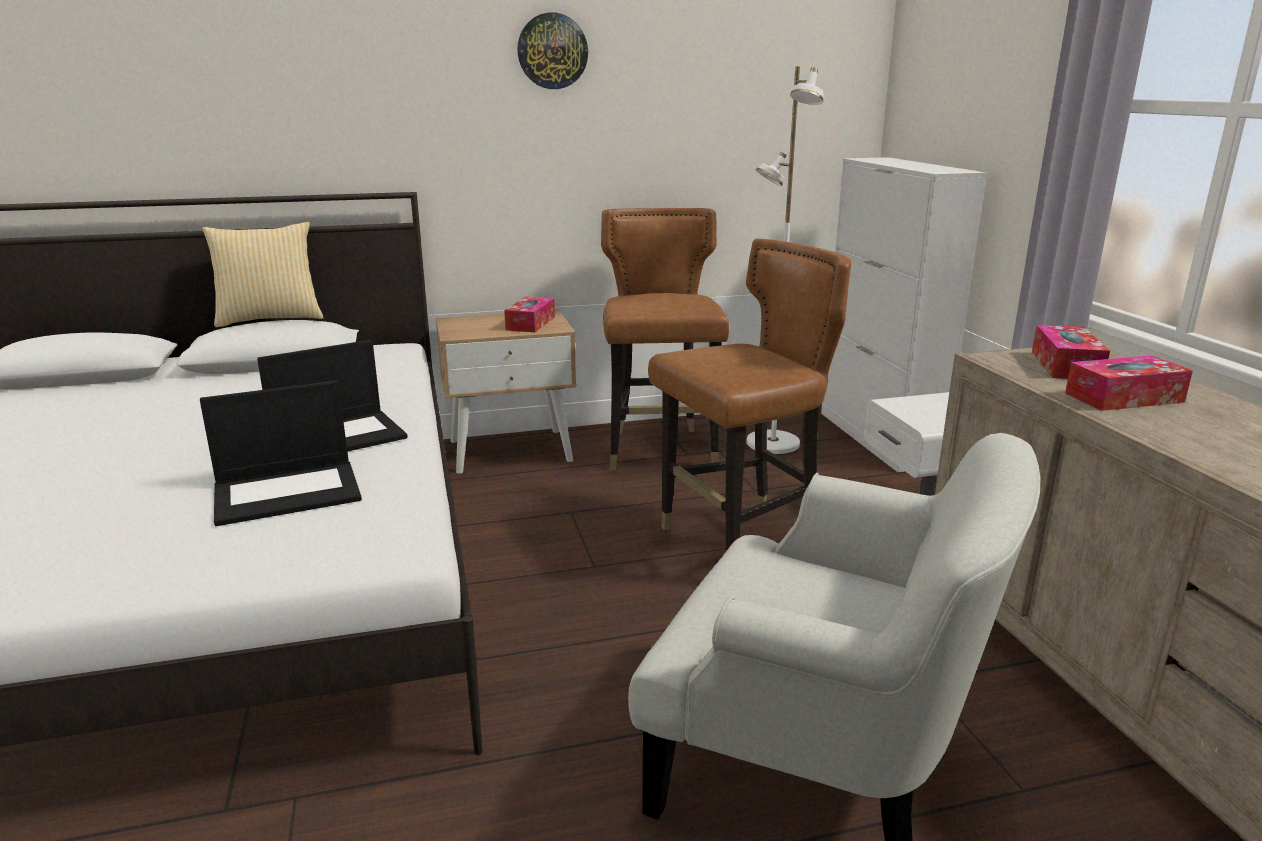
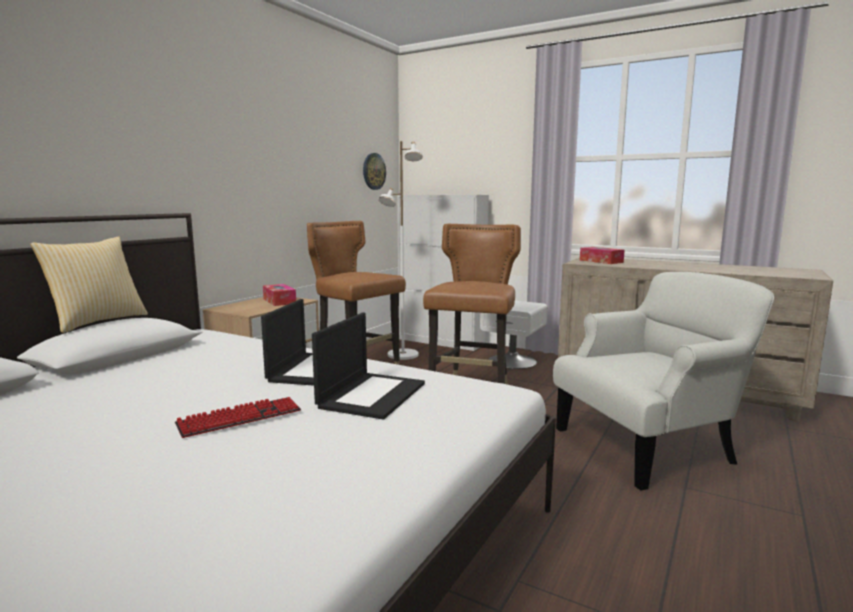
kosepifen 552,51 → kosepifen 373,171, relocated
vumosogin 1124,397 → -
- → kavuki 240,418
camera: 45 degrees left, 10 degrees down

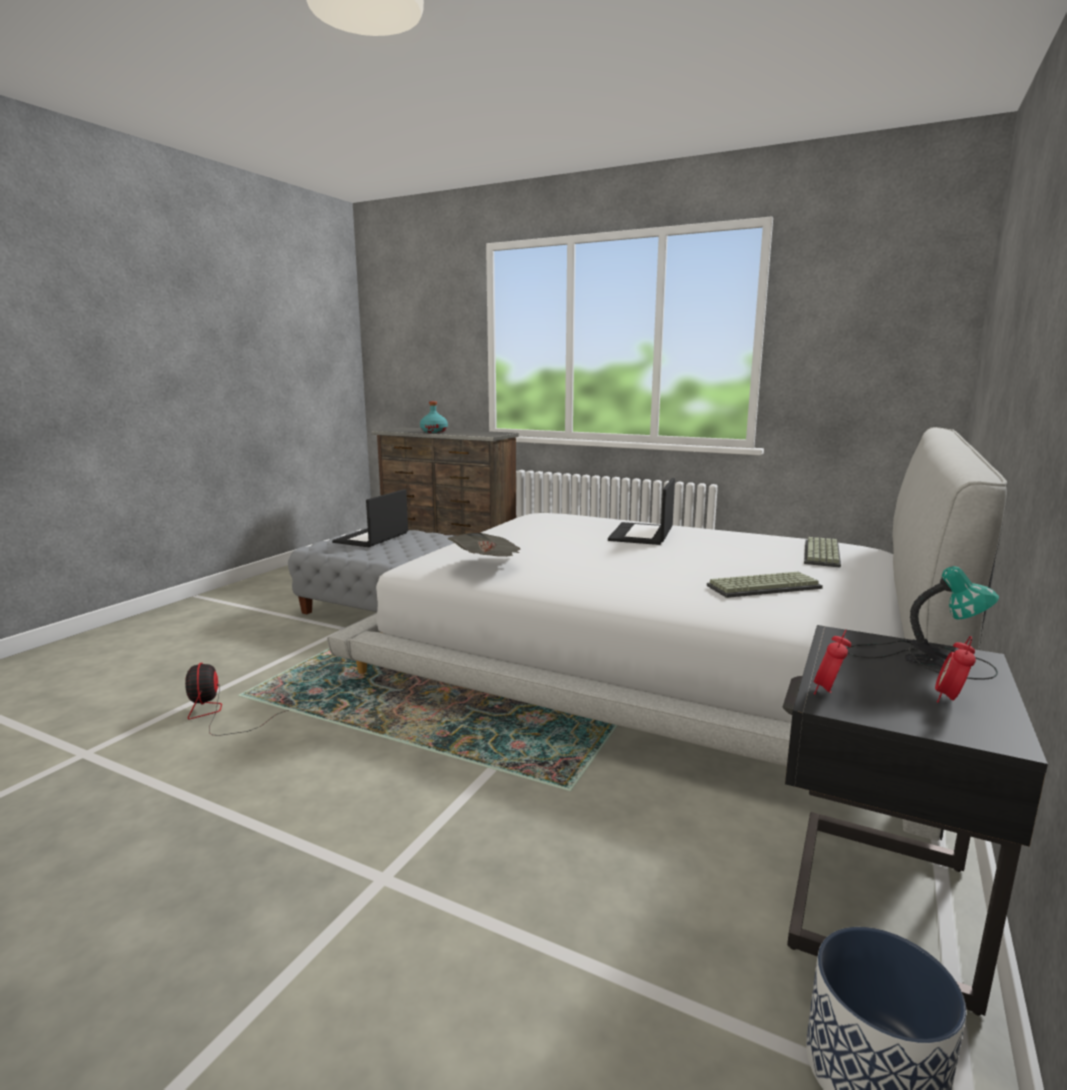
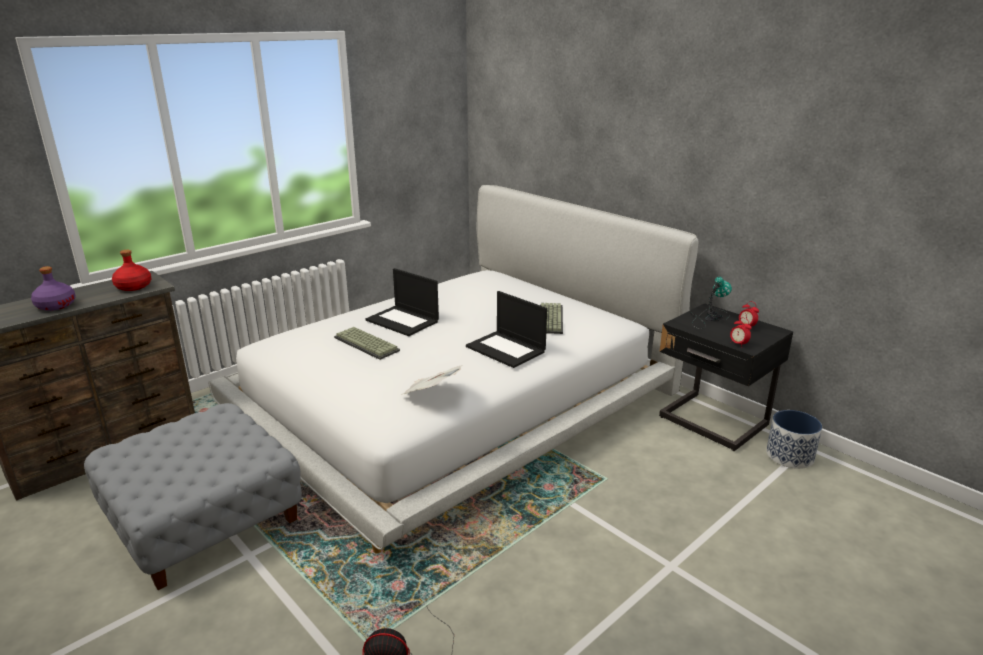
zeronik 371,538 → zeronik 506,349, relocated
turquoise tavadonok 434,431 → purple tavadonok 55,305
kavuki 823,554 → kavuki 368,344, relocated
- → red tavadonok 133,286
camera: 70 degrees left, 10 degrees up

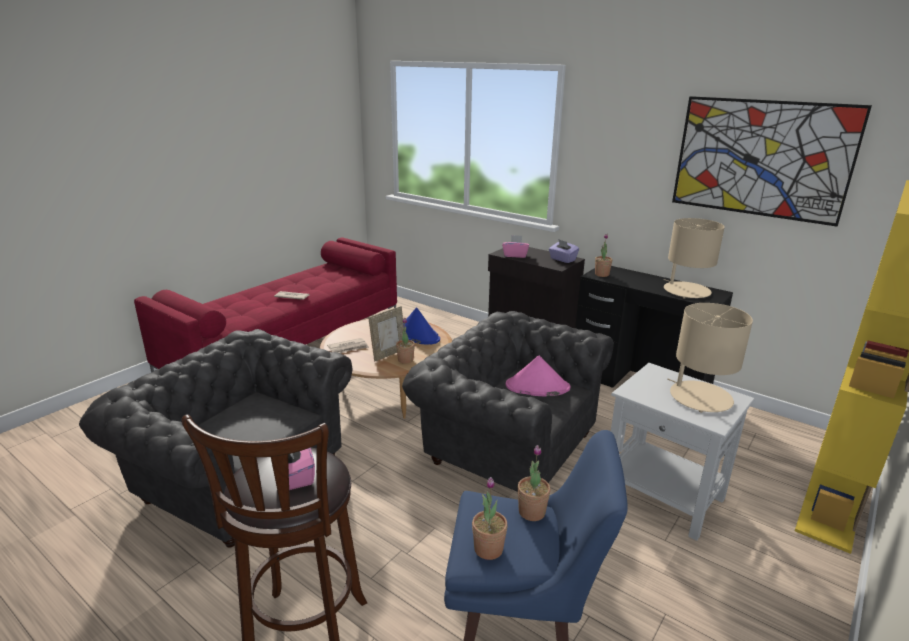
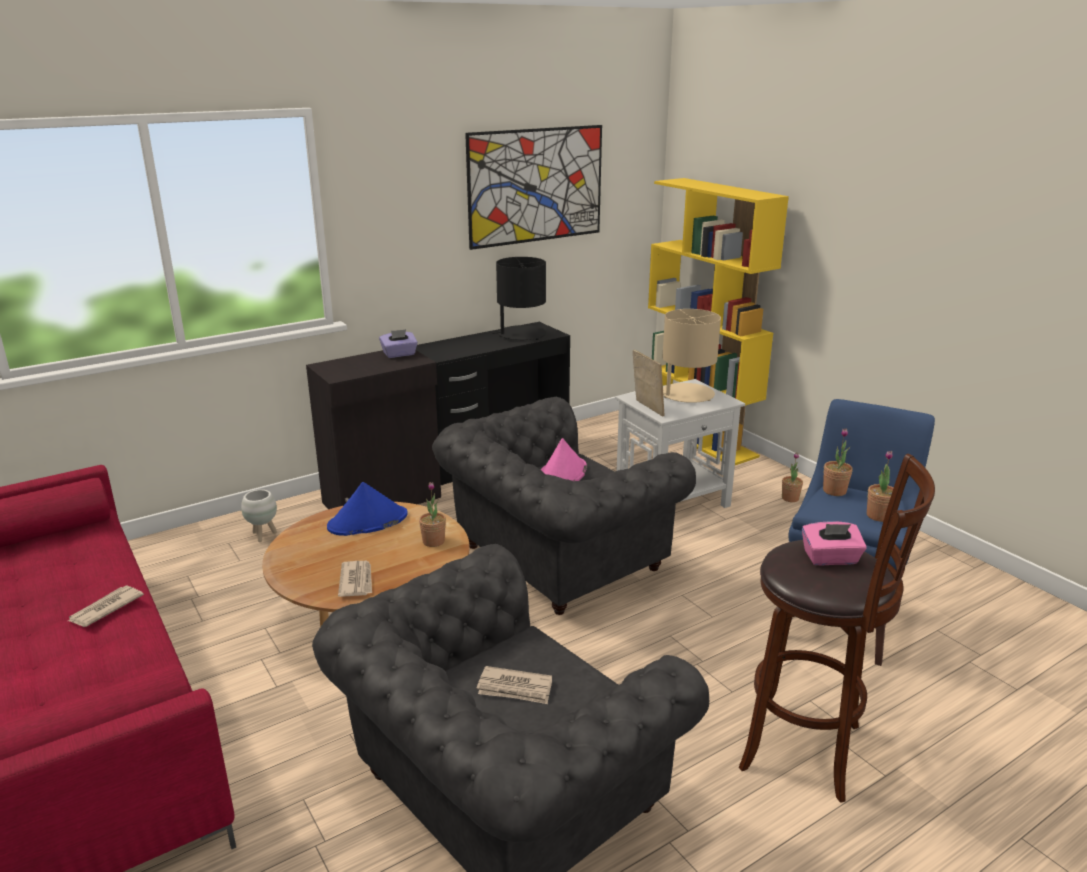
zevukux 388,354 → zevukux 647,408, relocated
pink vumosogin 515,255 → -
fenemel 601,274 → fenemel 790,498, relocated
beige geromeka 686,291 → black geromeka 521,334
- → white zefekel 263,535
- → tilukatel 515,688
camera: 70 degrees left, 0 degrees up

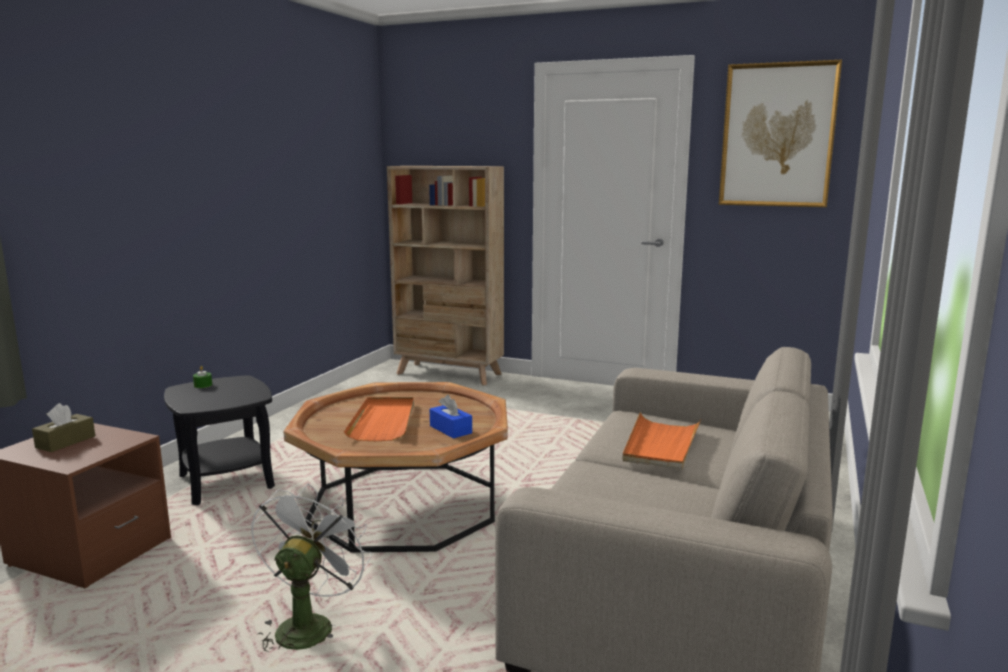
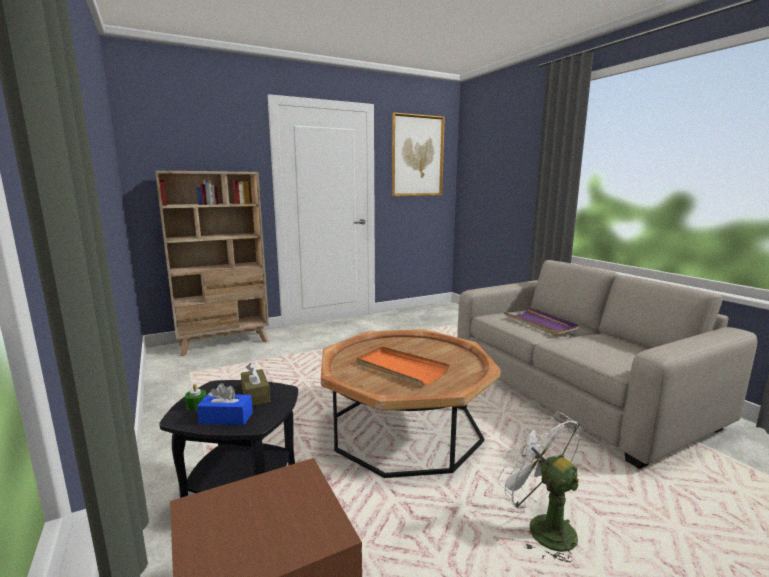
brown vumosogin 65,442 → brown vumosogin 255,395, relocated
blue vumosogin 450,429 → blue vumosogin 226,418, relocated
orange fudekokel 661,445 → purple fudekokel 540,324
camera: 50 degrees left, 0 degrees up

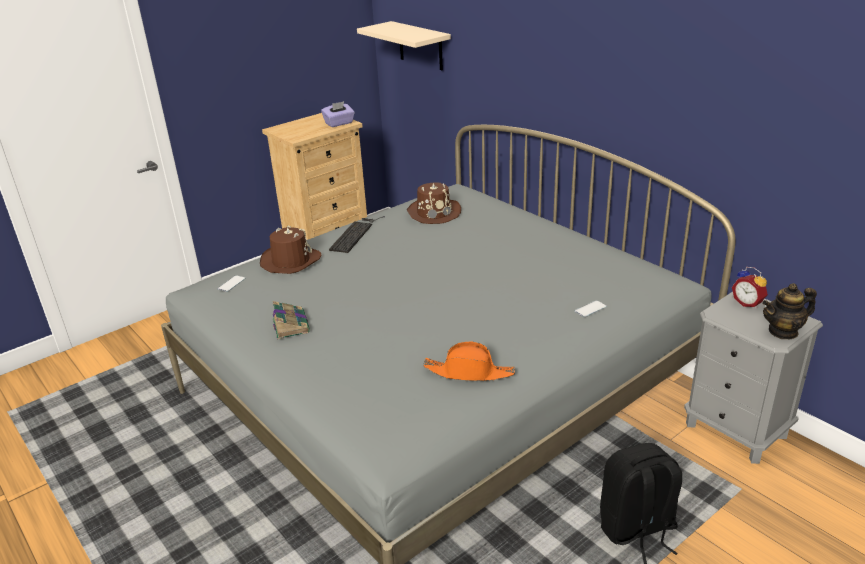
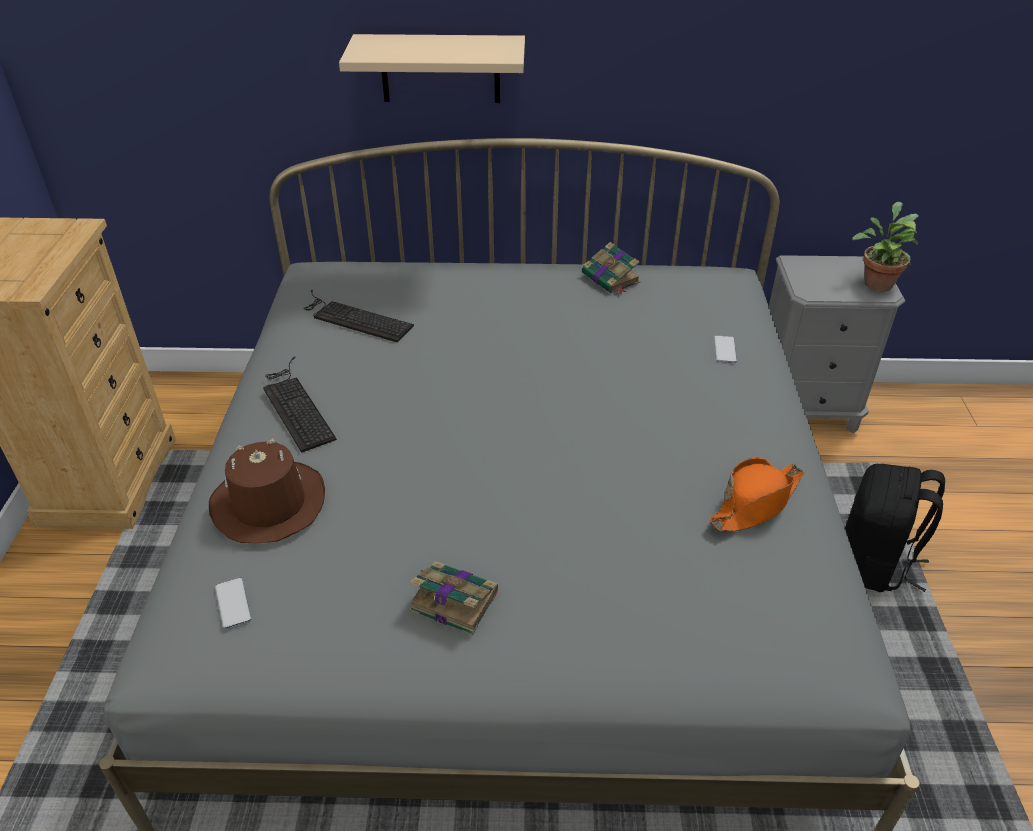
purple vumosogin 339,123 → -
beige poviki 420,46 → beige poviki 440,69, relocated
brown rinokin 434,212 → kavuki 353,318
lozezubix 748,303 → -
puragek 783,331 → fenemel 876,282
- → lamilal 611,279
camera: 50 degrees left, 10 degrees up

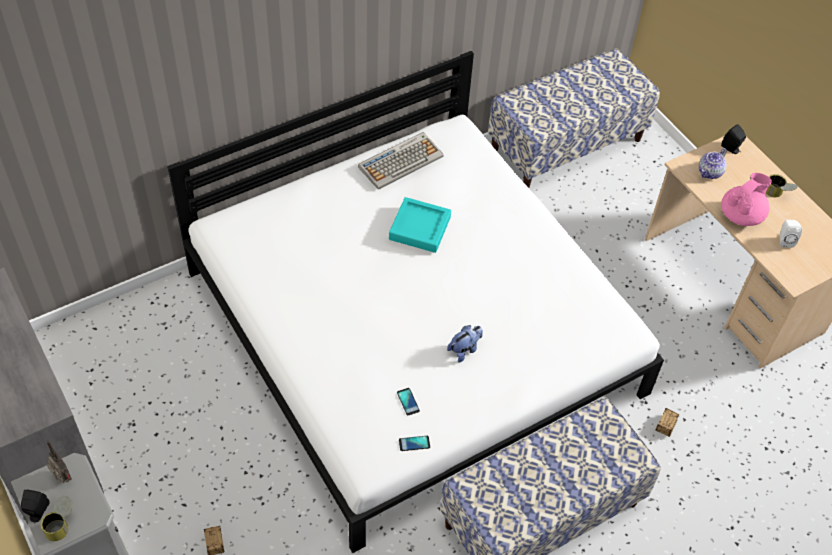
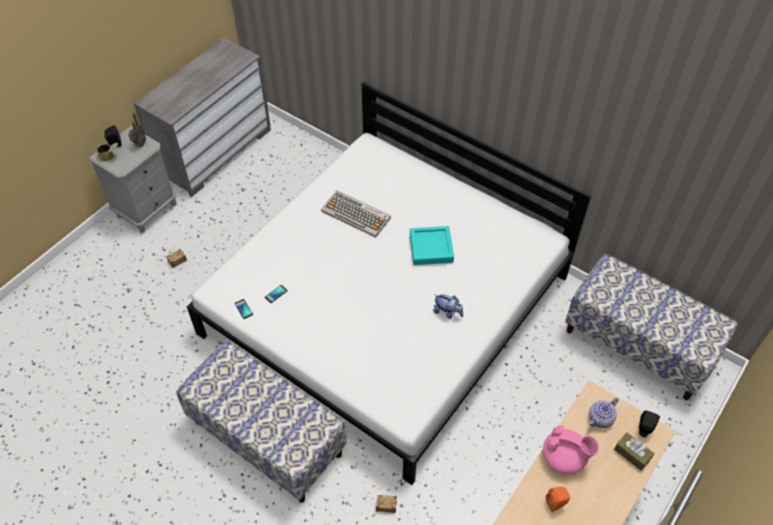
kavuki 401,161 → kavuki 356,214, relocated
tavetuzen 464,349 → tavetuzen 447,312, relocated
puragek 710,172 → puragek 600,419, 60 degrees counterclockwise
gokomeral 777,194 → -
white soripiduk 785,240 → orange soripiduk 556,503
- → brown vumosogin 632,454
camera: 70 degrees right, 0 degrees up

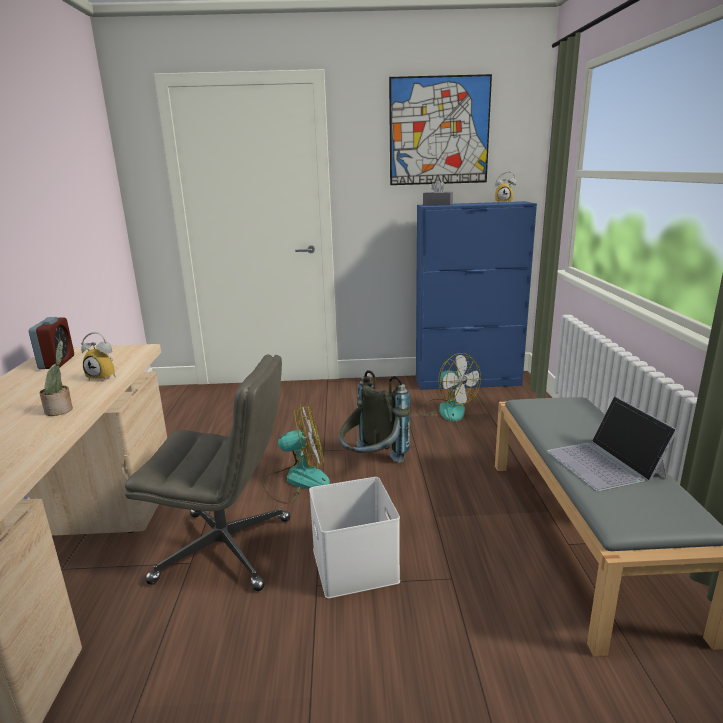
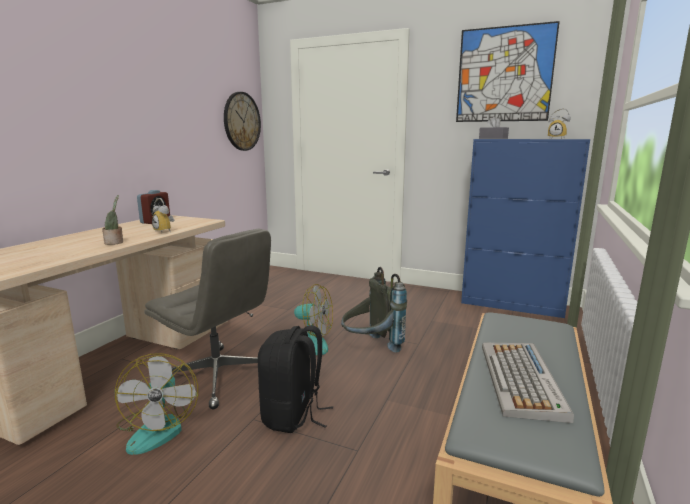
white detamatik 356,565 → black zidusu 293,415
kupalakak 445,409 → kupalakak 158,427, relocated
zeronik 606,463 → kavuki 521,380
- → kosepifen 241,121
camera: 25 degrees right, 5 degrees down

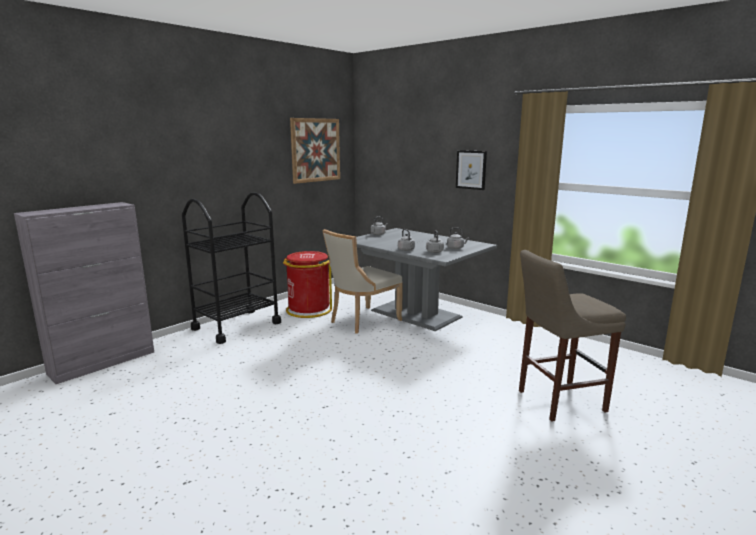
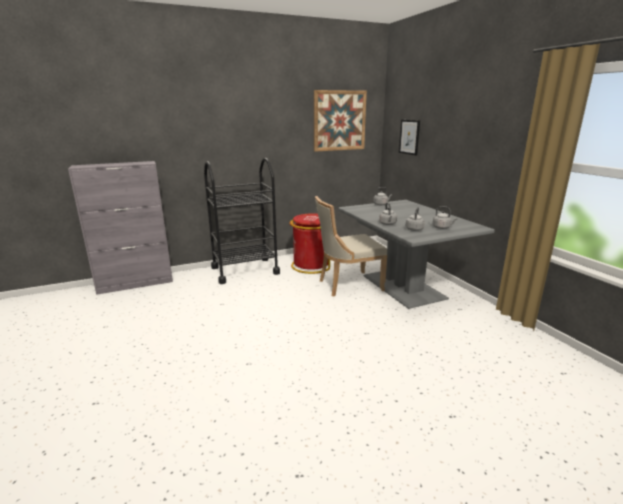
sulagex 471,169 → sulagex 409,137, relocated
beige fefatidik 557,401 → -
camera: 25 degrees right, 5 degrees up

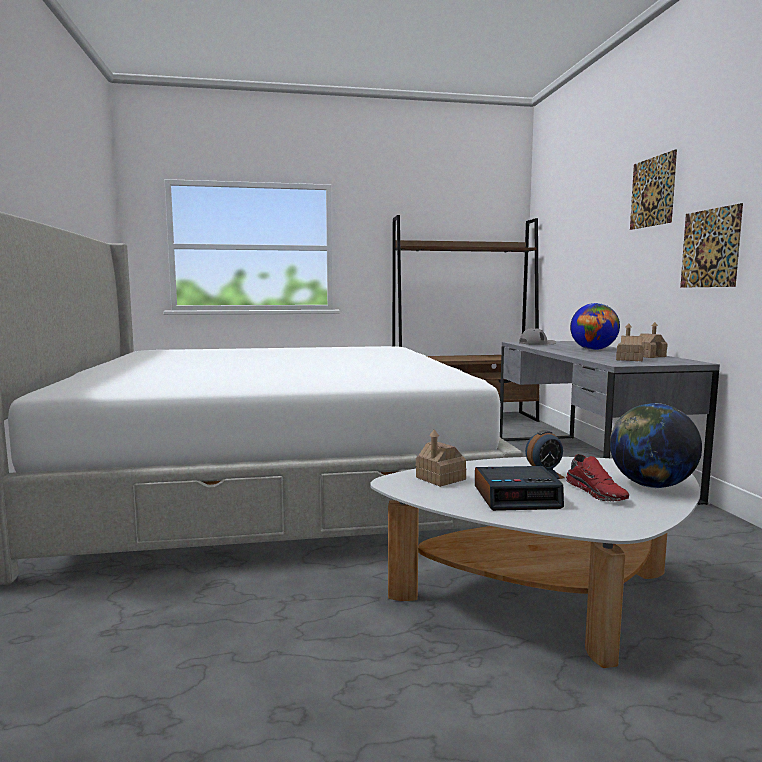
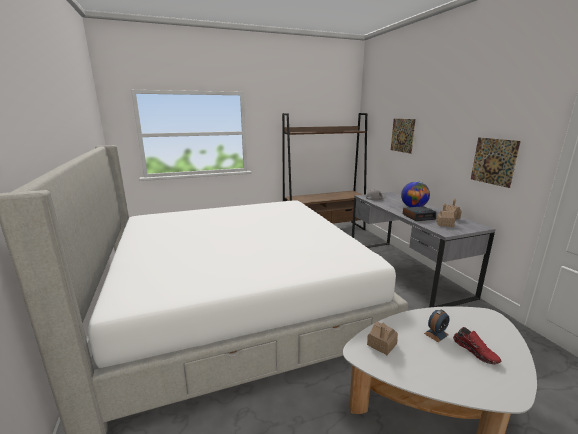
lozezubix 517,497 → lozezubix 418,217, relocated
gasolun 651,486 → -
sulagex 652,192 → sulagex 402,135, relocated
camera: 10 degrees left, 10 degrees up

